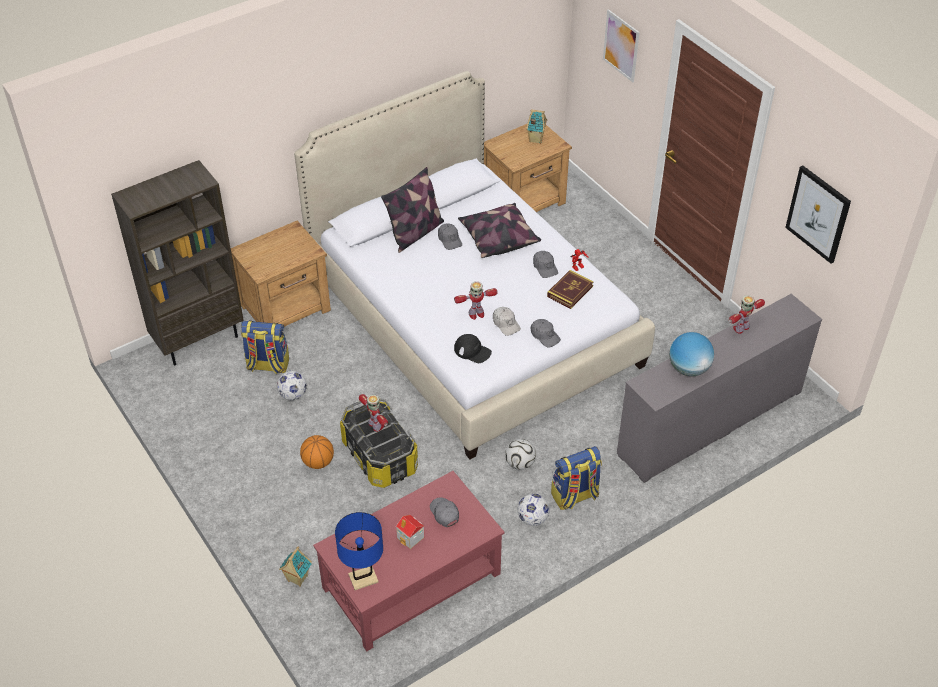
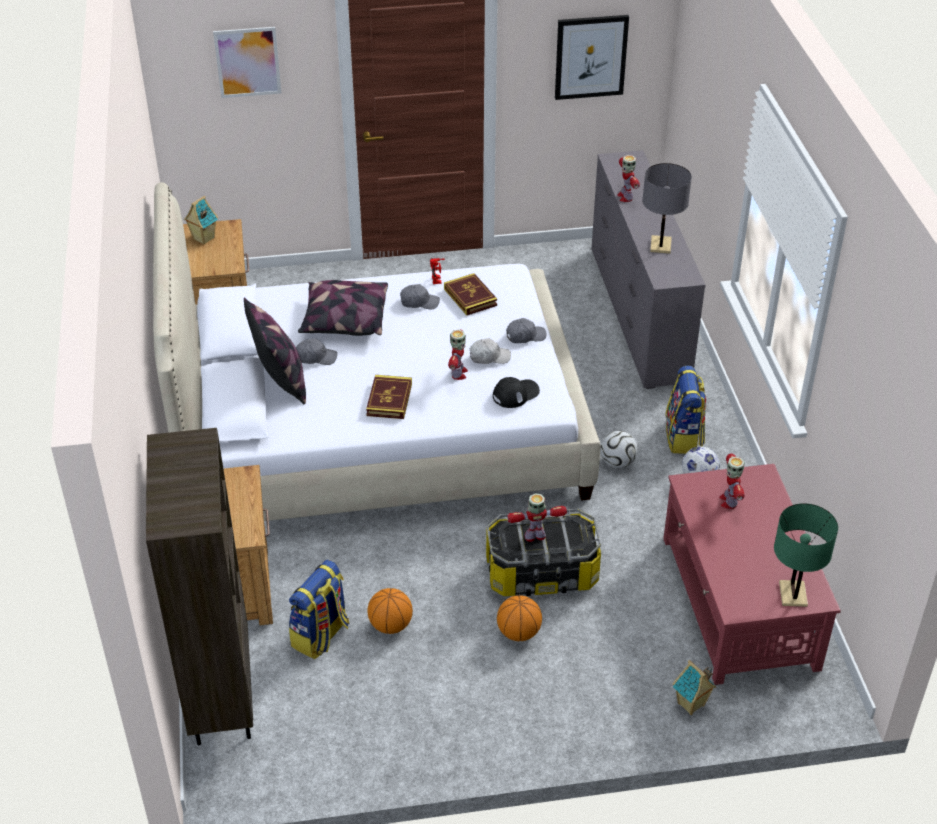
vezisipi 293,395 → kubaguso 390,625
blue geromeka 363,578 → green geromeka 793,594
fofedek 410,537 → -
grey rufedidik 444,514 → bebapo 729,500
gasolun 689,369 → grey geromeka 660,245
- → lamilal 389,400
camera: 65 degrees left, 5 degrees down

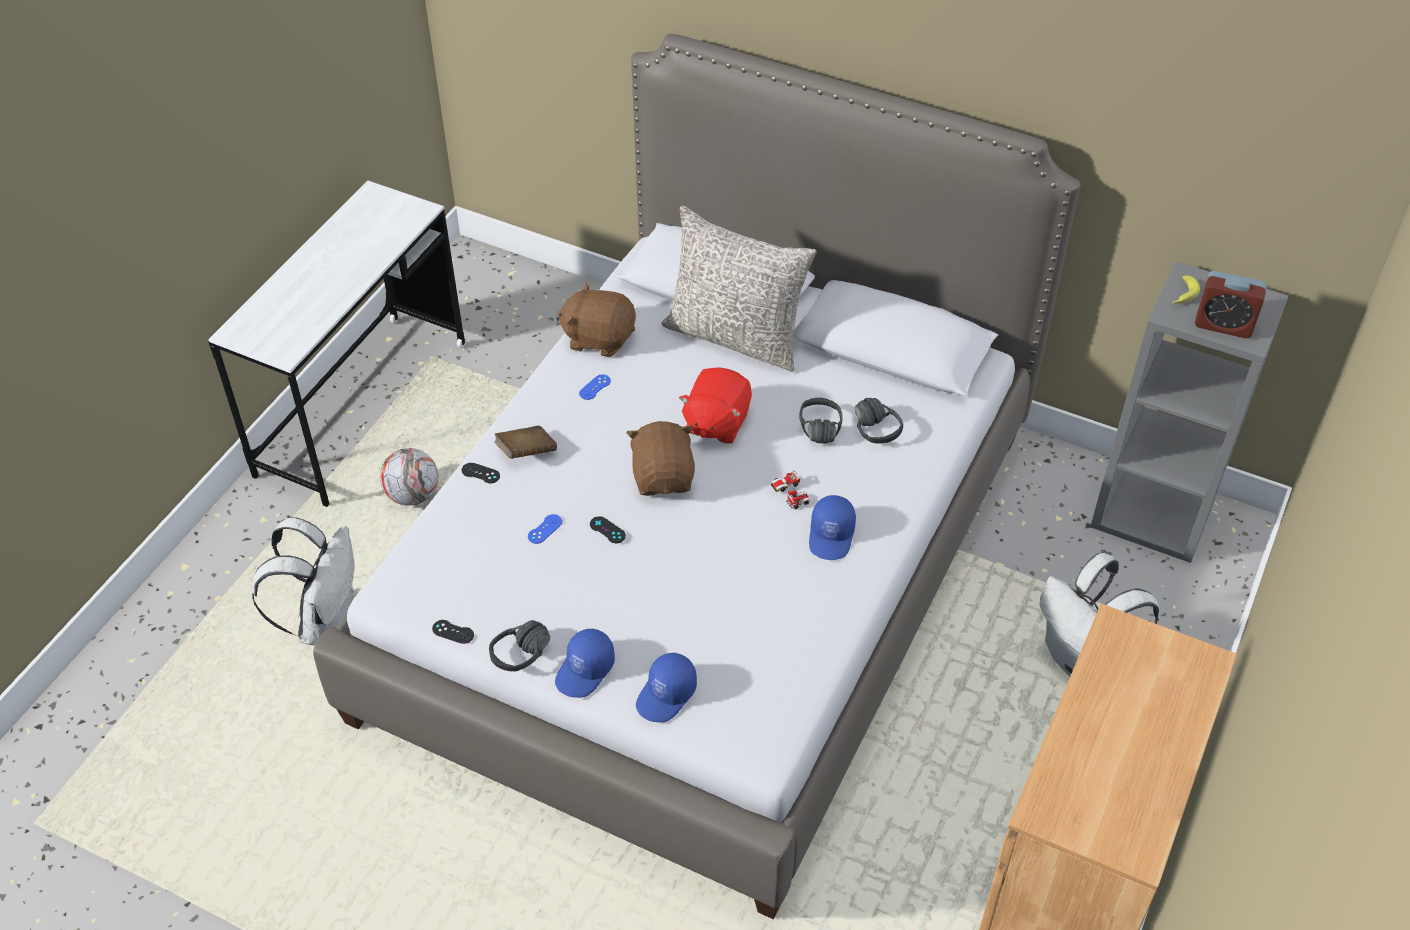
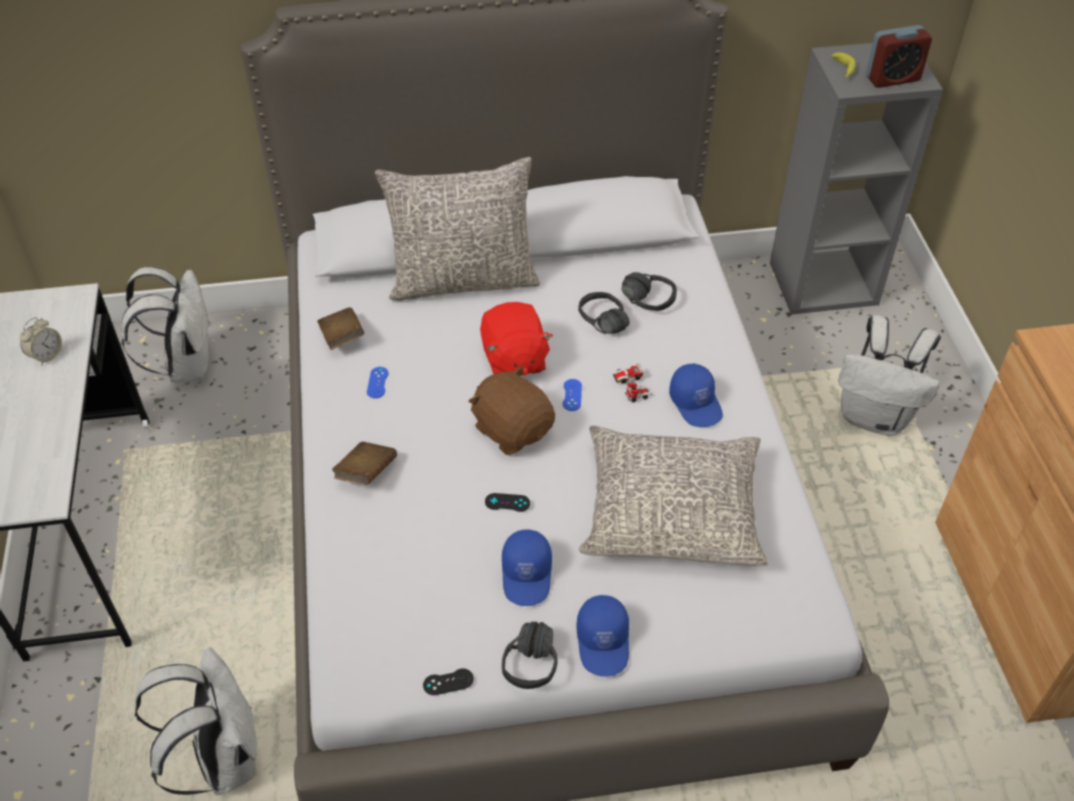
vezisipi 413,495 → -
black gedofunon 480,473 → -
blue gedofunon 545,529 → blue gedofunon 572,395, relocated
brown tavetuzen 599,338 → brown lamilal 342,338
blue rufedidik 667,695 → blue rufedidik 527,575, relocated
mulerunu 791,494 → mulerunu 631,387, 45 degrees clockwise
- → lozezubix 46,355
- → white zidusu 186,364
- → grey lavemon 671,511
camera: 35 degrees left, 0 degrees up

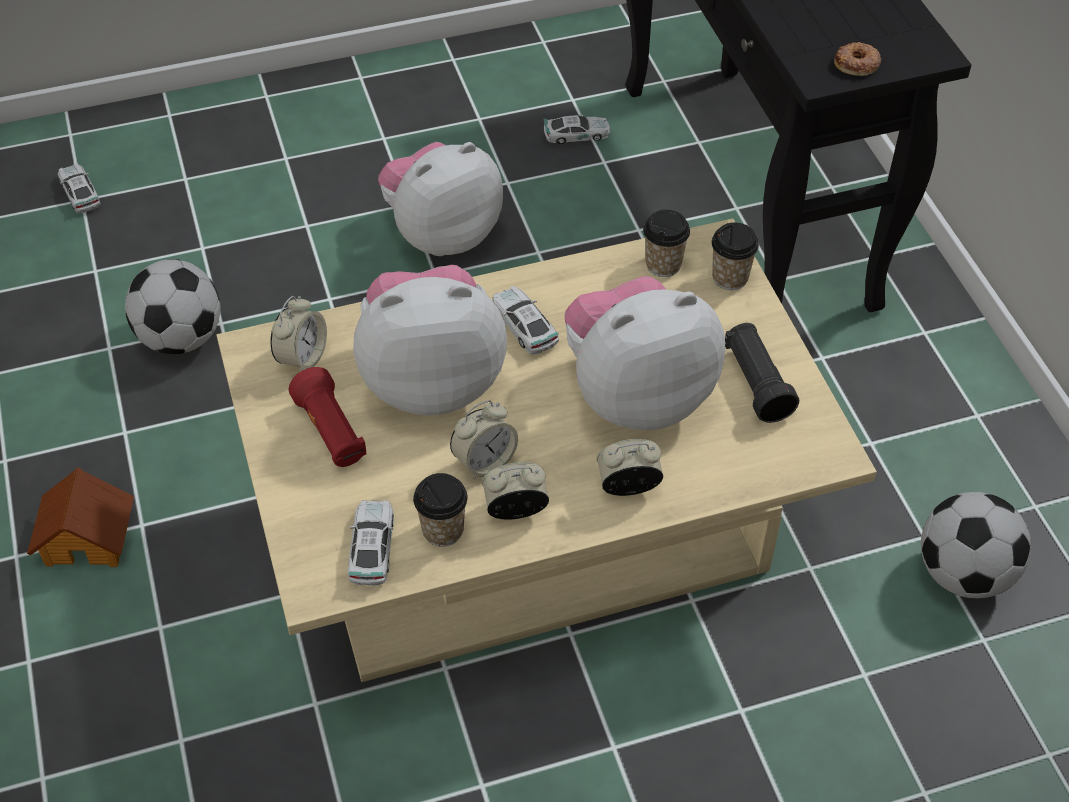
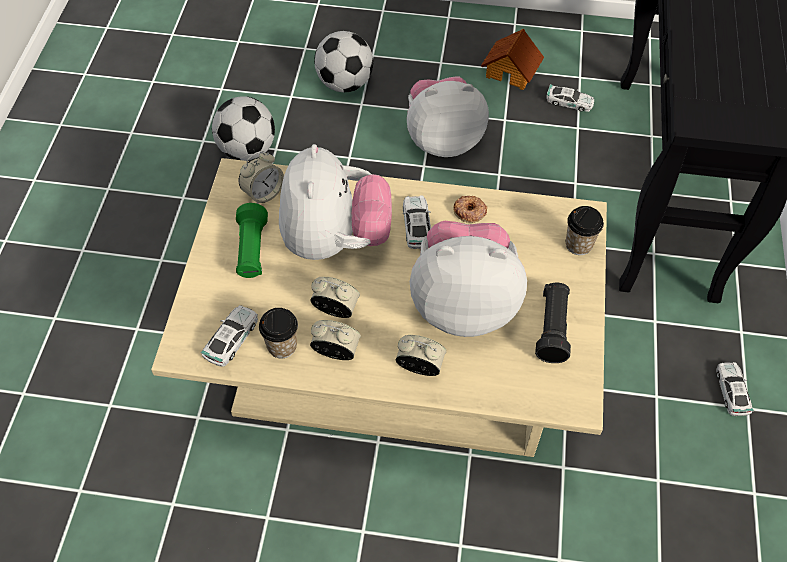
fofedek 88,537 → fofedek 511,71, relocated
mulerunu 80,192 → mulerunu 732,391, relocated
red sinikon 331,433 → green sinikon 251,251
tavetuzen 432,380 → tavetuzen 335,240, 75 degrees clockwise
lozezubix 484,461 → lozezubix 336,310, 150 degrees counterclockwise
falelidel 663,265 → -
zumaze 857,64 → zumaze 469,211, relocated
vezisipi 964,574 → vezisipi 345,84, relocated
camera: 25 degrees right, 5 degrees up

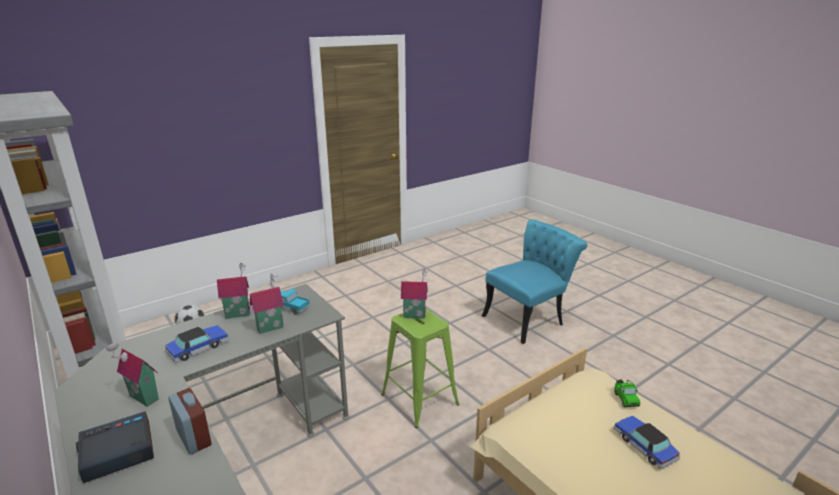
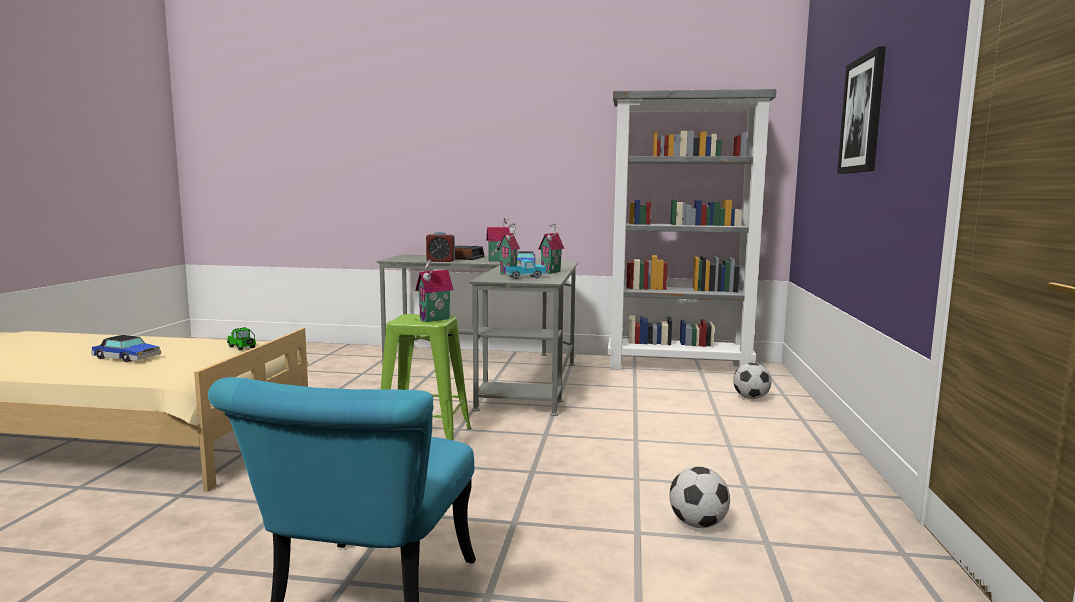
mulerunu 625,399 → mulerunu 242,347, relocated
- → vezisipi 697,524
- → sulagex 862,115
camera: 135 degrees right, 15 degrees down

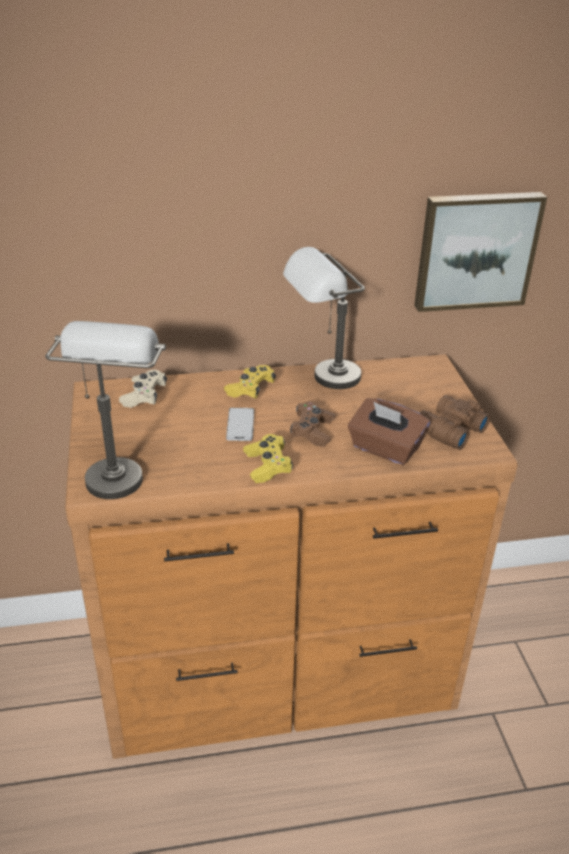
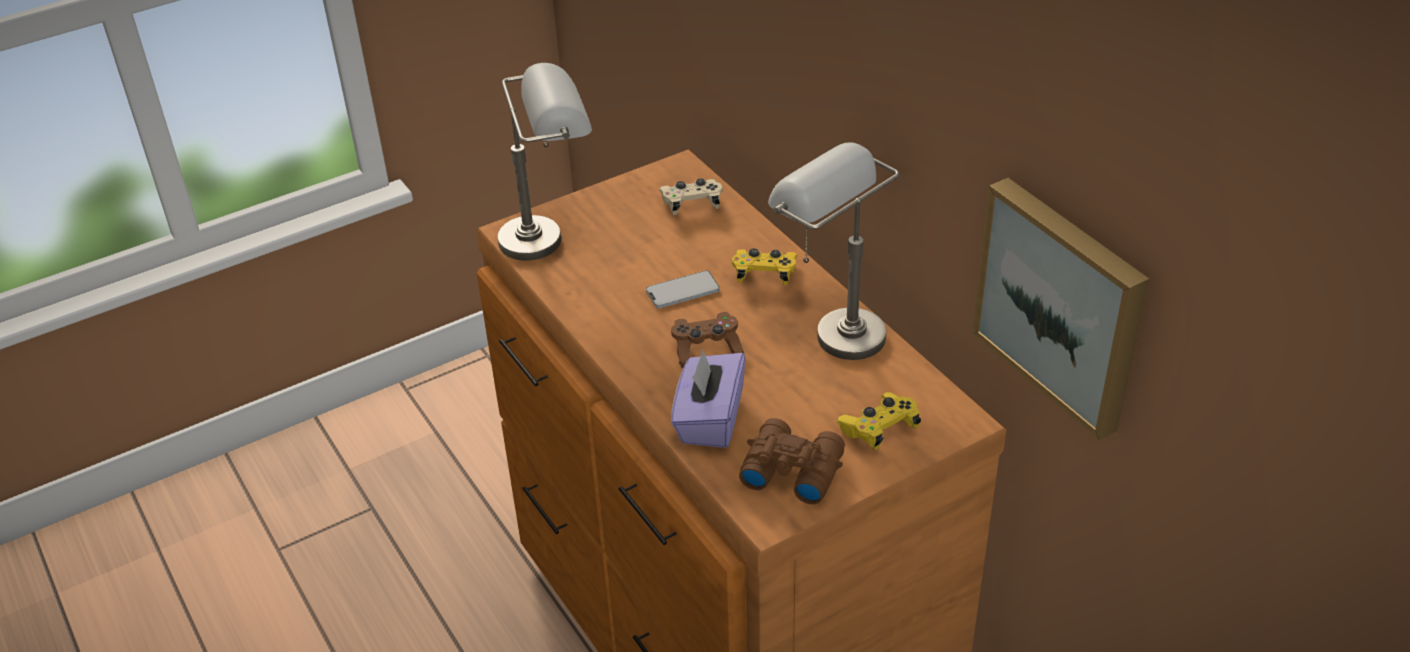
yellow gedofunon 267,466 → yellow gedofunon 879,429, relocated
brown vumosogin 385,449 → purple vumosogin 709,420
camera: 70 degrees right, 5 degrees up

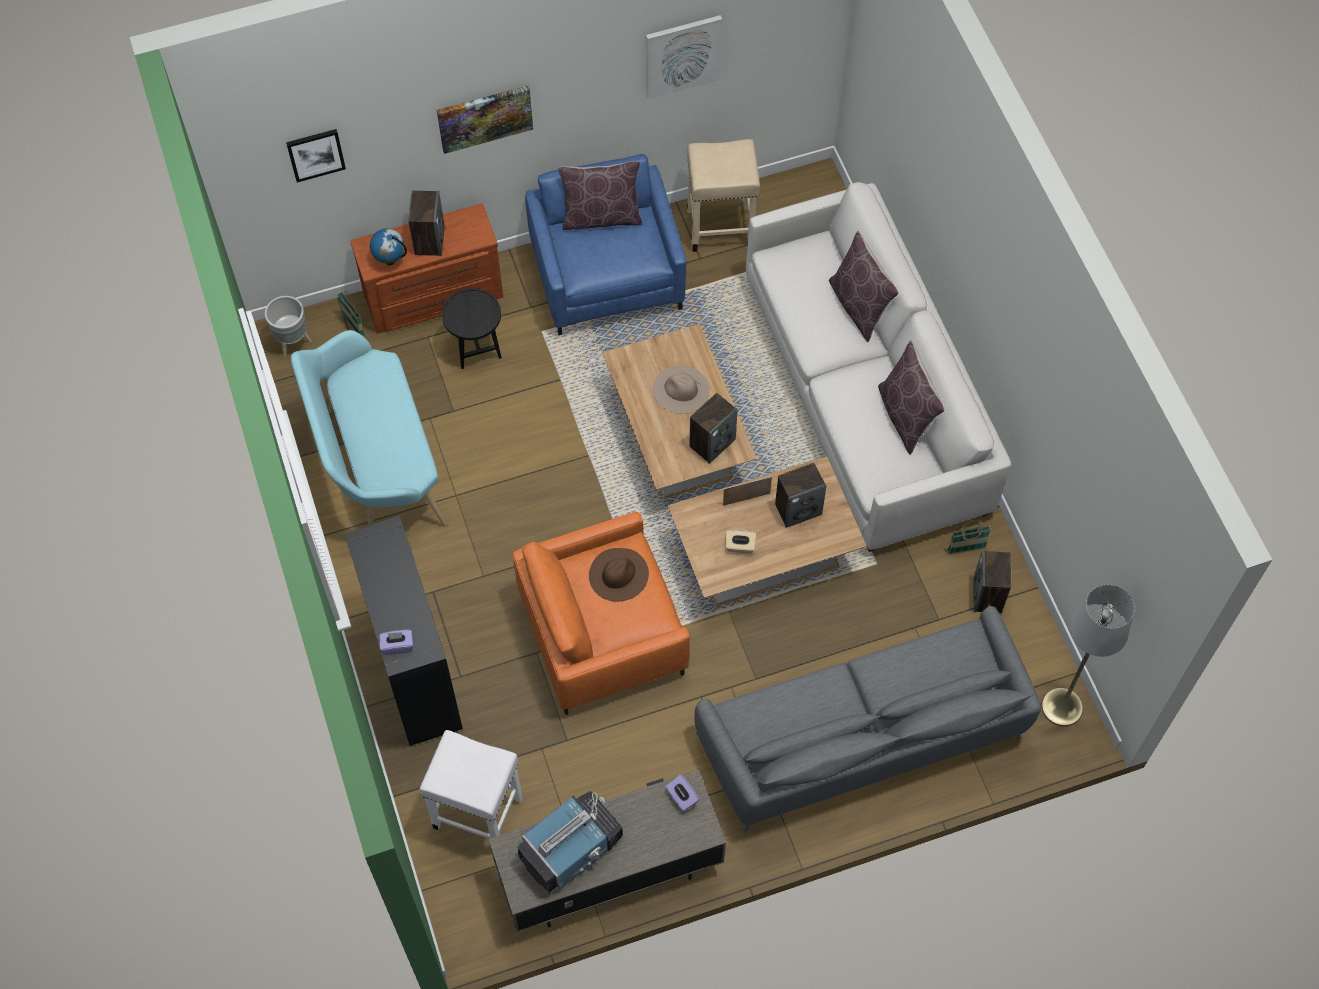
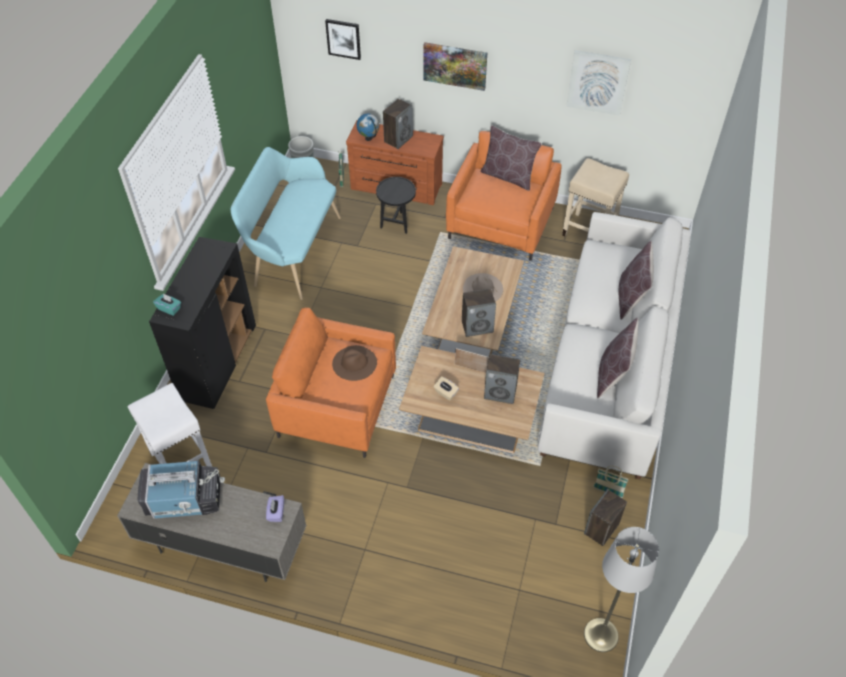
purple vumosogin 397,646 → turquoise vumosogin 169,308
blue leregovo 607,276 → orange leregovo 501,223
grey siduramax 864,737 → -
camera: 35 degrees right, 10 degrees down

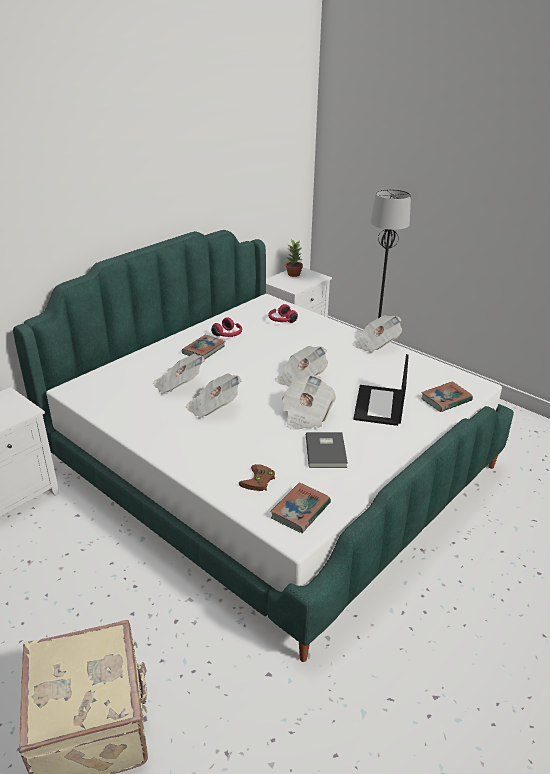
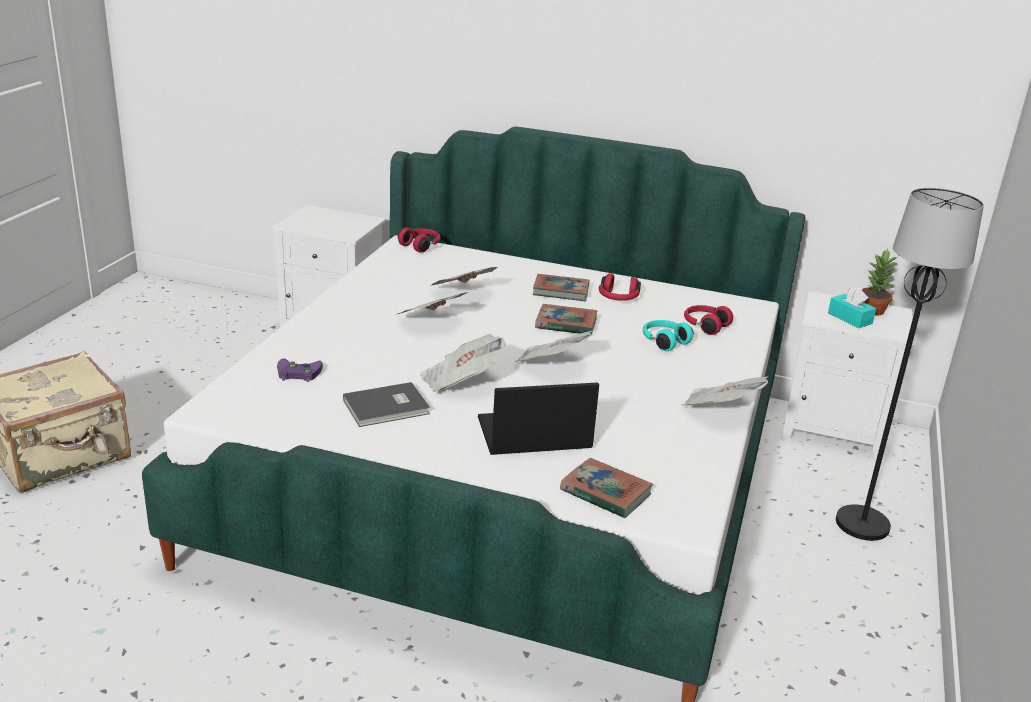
brown gedofunon 258,481 → purple gedofunon 297,373
lamilal 300,511 → lamilal 566,324, relocated
- → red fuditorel 421,246
- → turquoise fuditorel 664,342
- → turquoise vumosogin 850,318
camera: 65 degrees right, 5 degrees down

